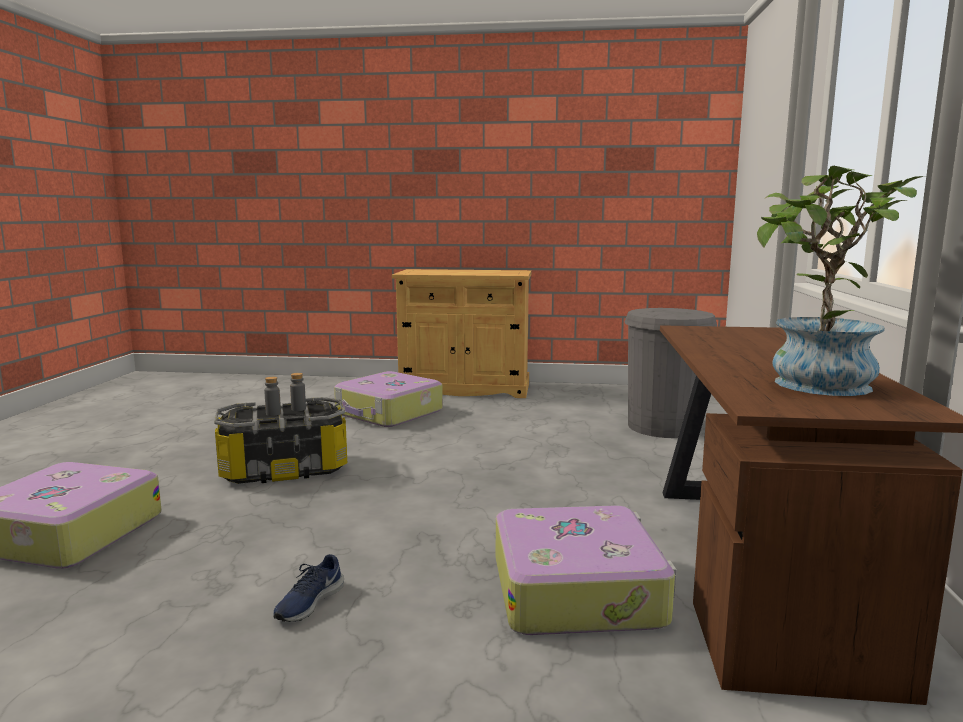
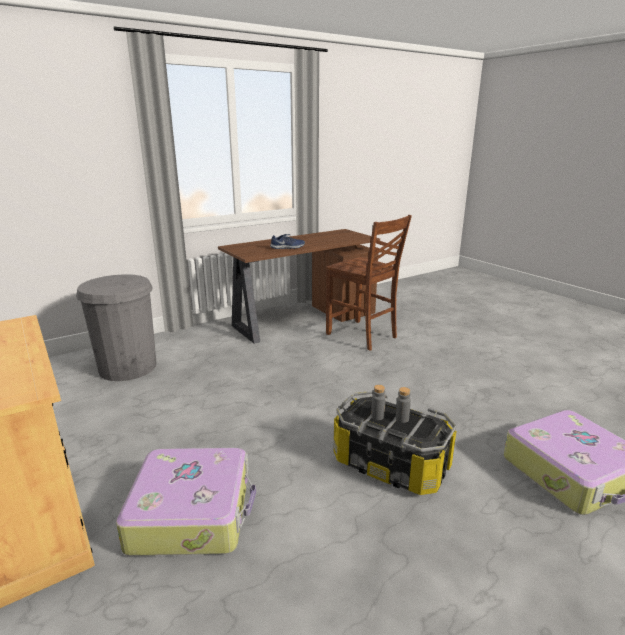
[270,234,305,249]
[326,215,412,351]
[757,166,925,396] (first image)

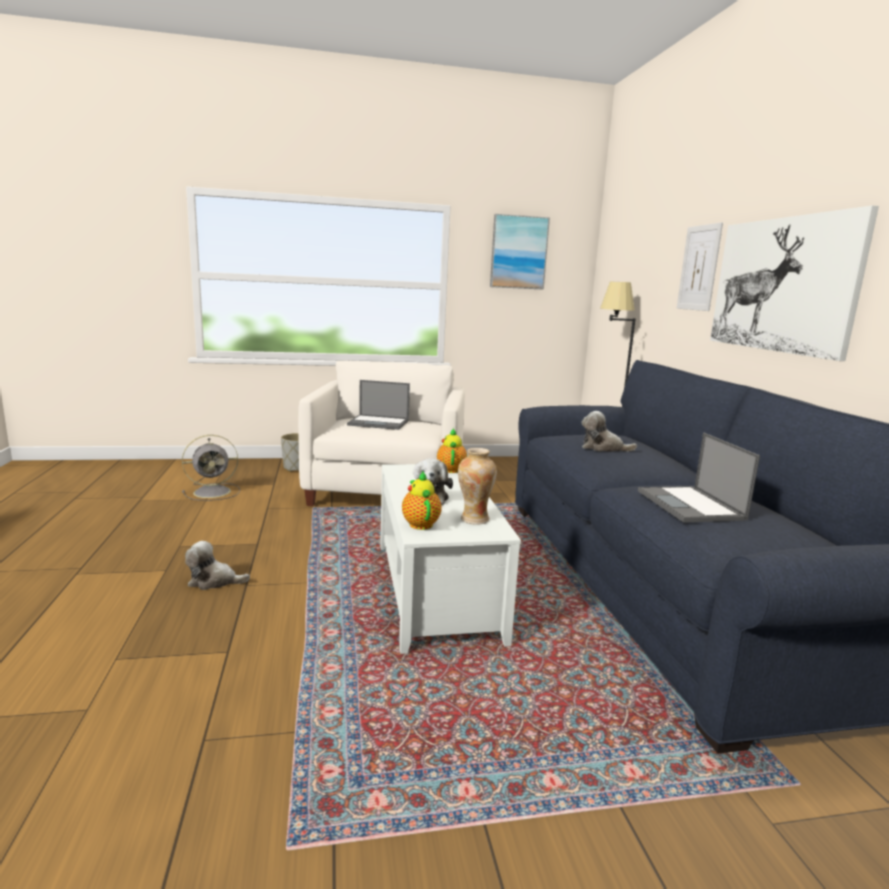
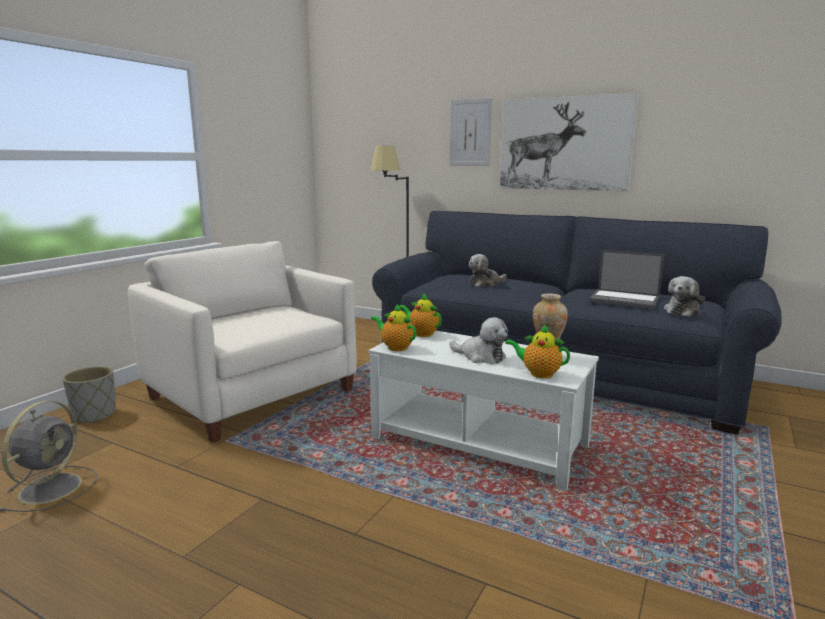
[371,304,416,351]
[664,276,705,317]
[347,380,410,430] (first image)
[490,214,550,290] (first image)

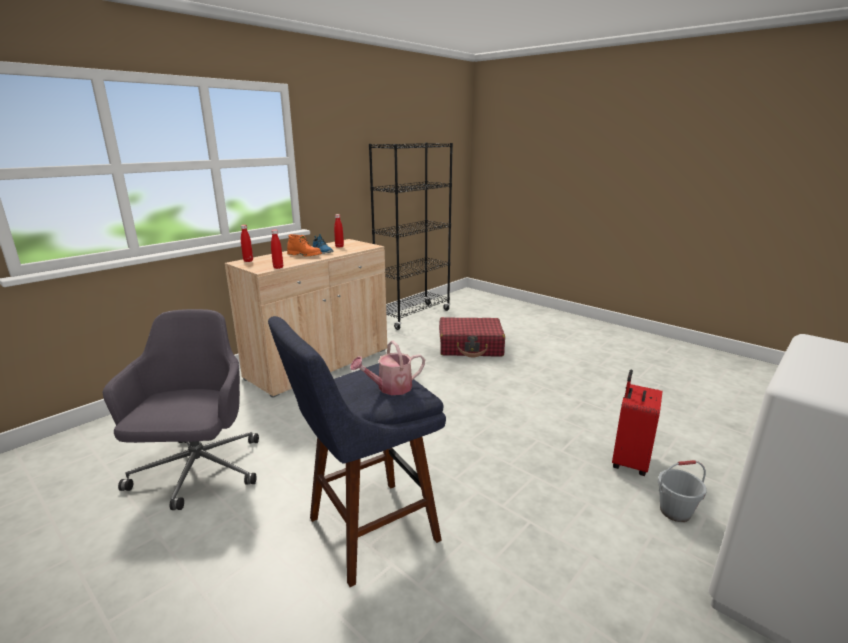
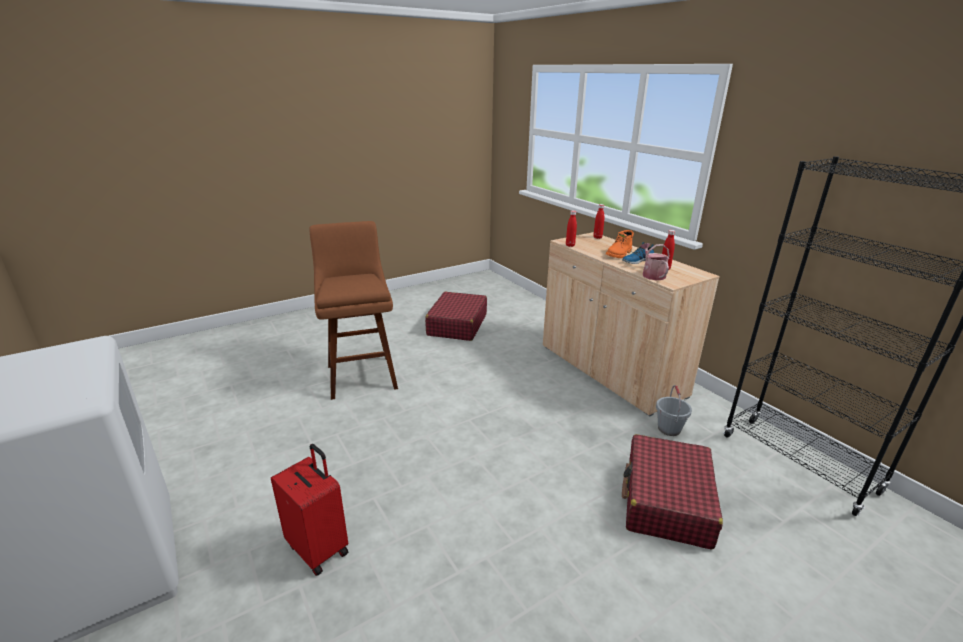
[309,221,398,400]
[425,292,487,341]
[641,243,670,280]
[656,385,692,436]

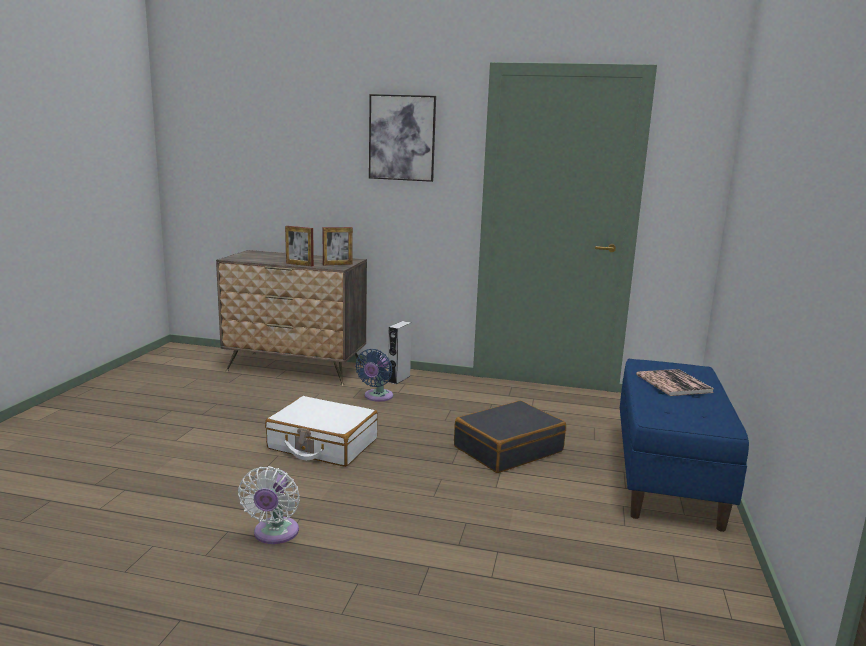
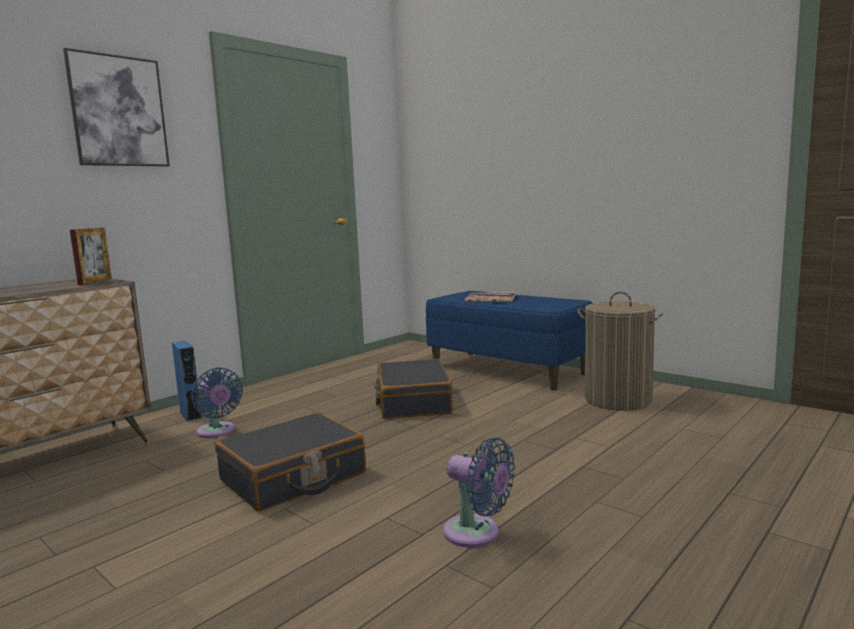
[172,341,201,421]
[215,413,366,511]
[443,437,515,547]
[578,291,663,411]
[285,226,314,267] (first image)

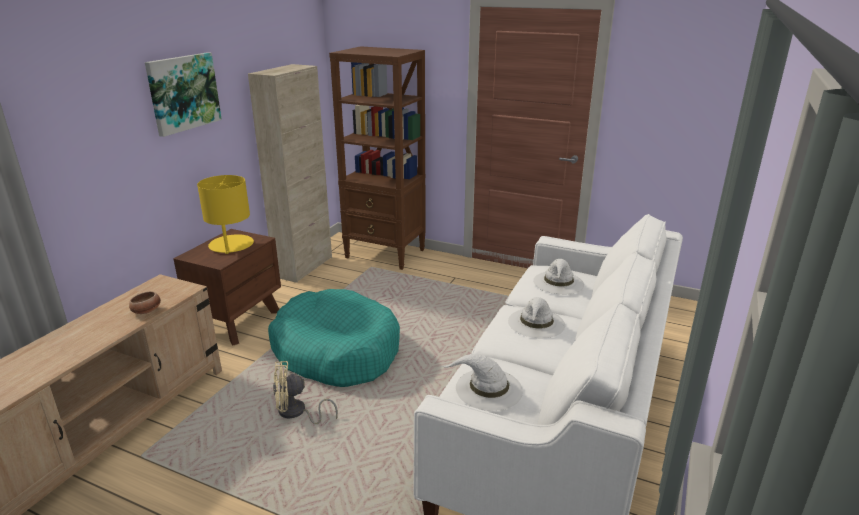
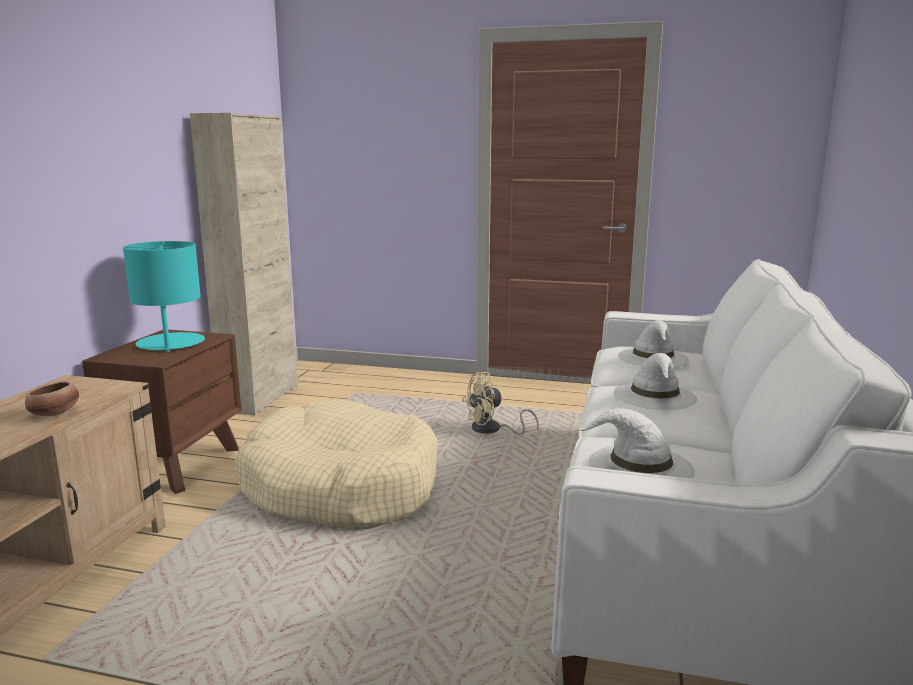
[123,241,205,352]
[235,400,438,530]
[462,372,539,435]
[145,52,222,137] (first image)
[329,46,426,270] (first image)

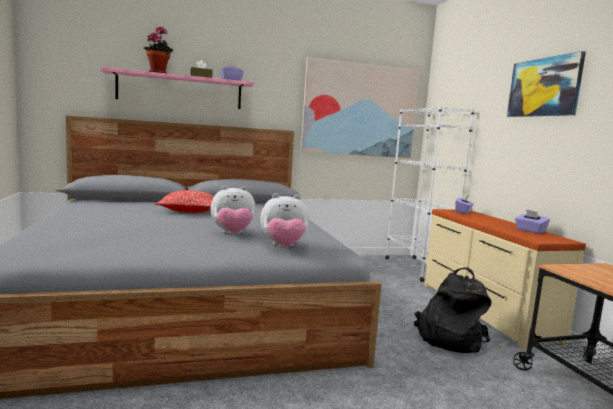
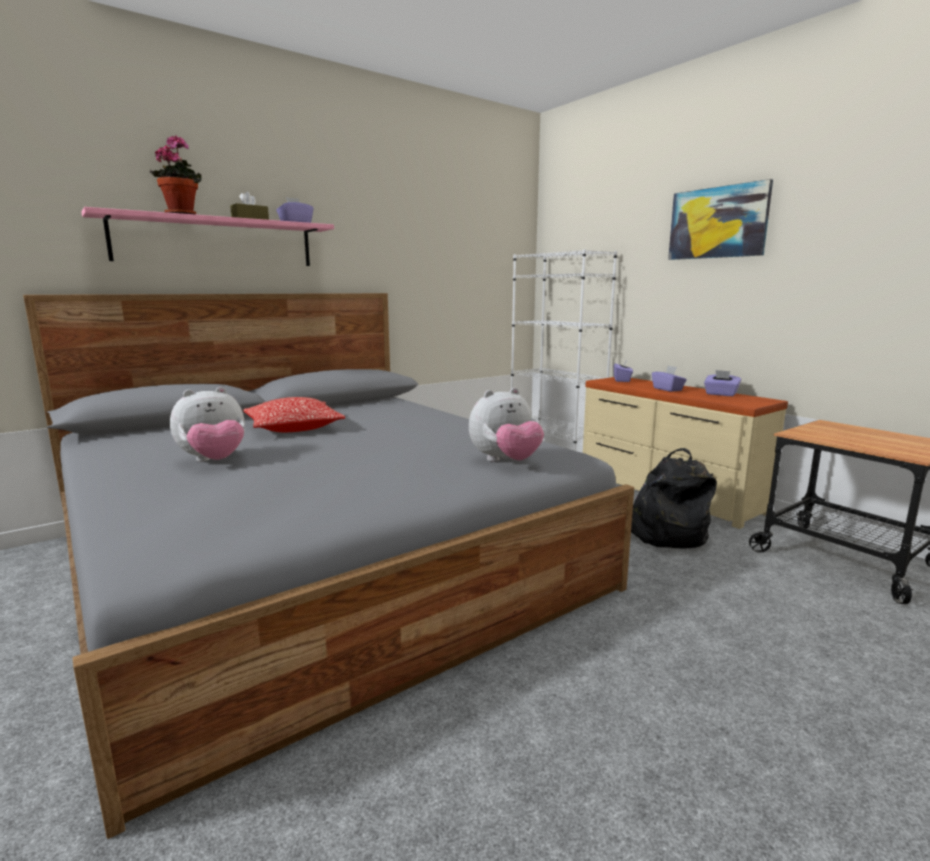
[170,387,245,462]
[652,366,687,392]
[301,57,419,158] (first image)

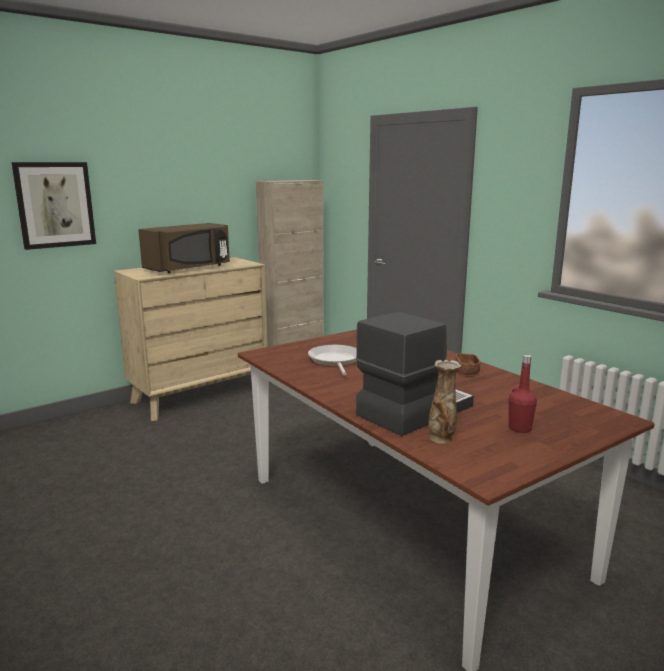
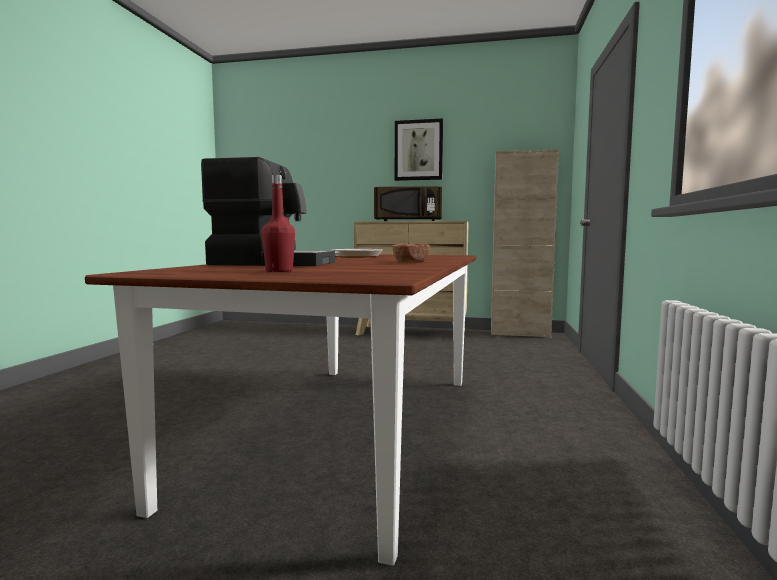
[395,118,443,181]
[429,360,461,444] (first image)

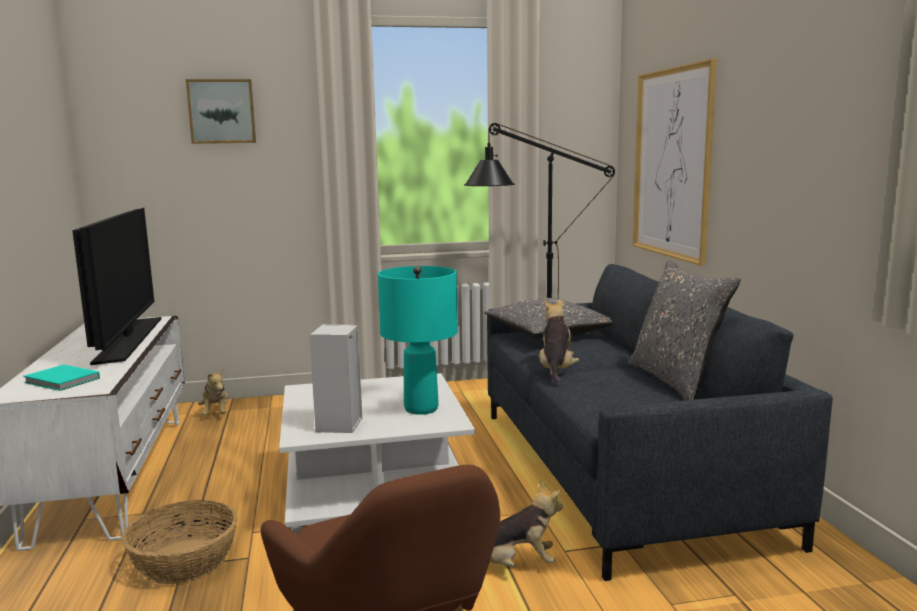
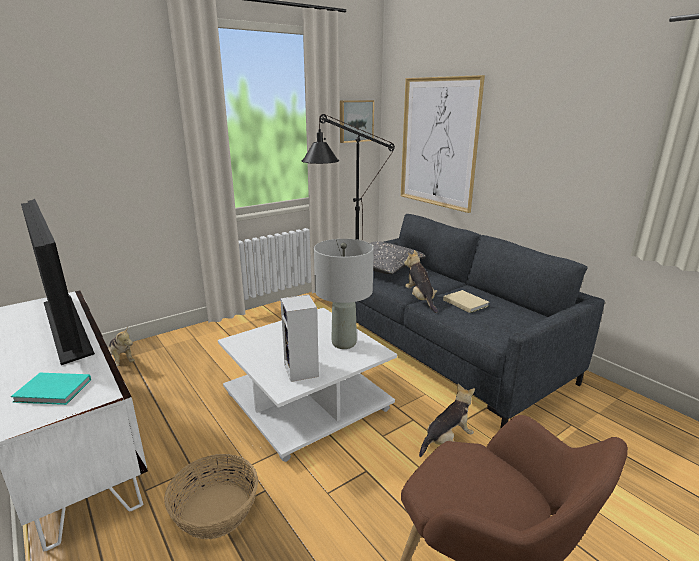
[314,239,374,349]
[340,100,374,143]
[443,290,489,313]
[628,260,741,400] (first image)

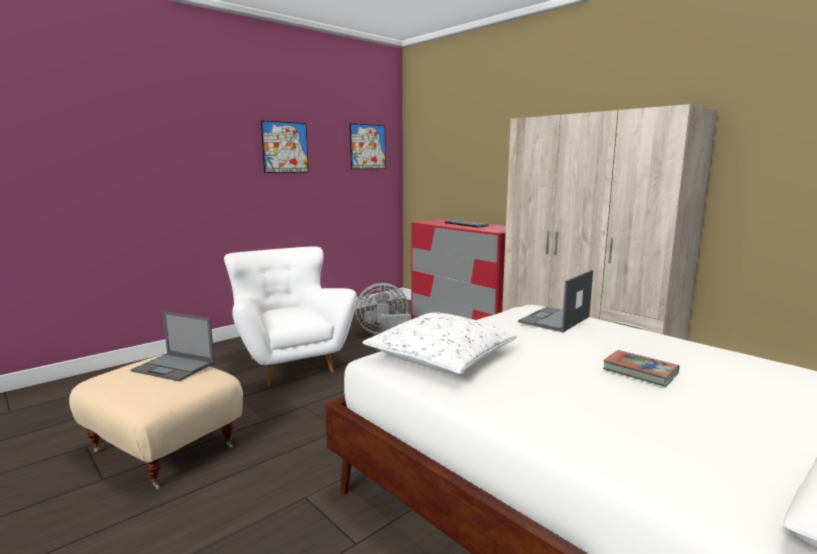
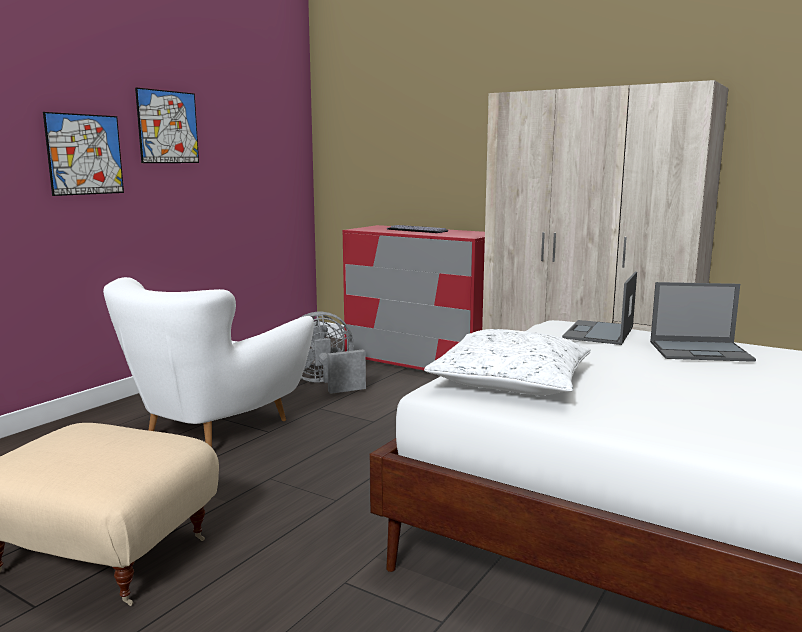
[43,112,124,196]
[103,277,314,447]
[650,282,756,362]
[603,350,679,387] (first image)

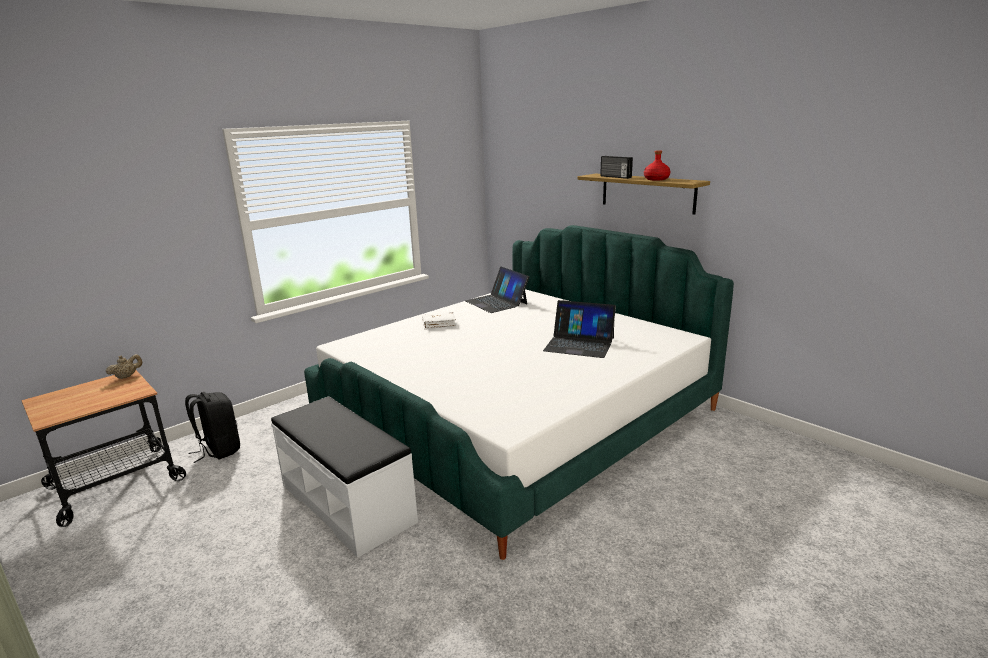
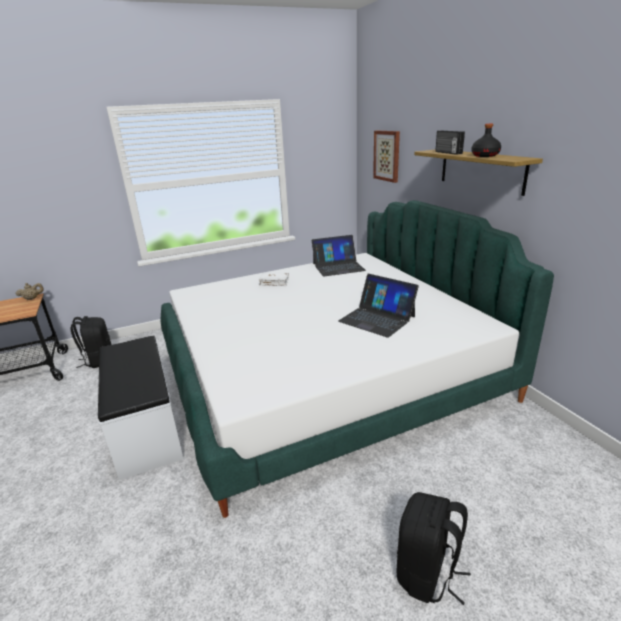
[312,235,366,277]
[373,131,400,183]
[396,492,471,605]
[471,124,501,157]

